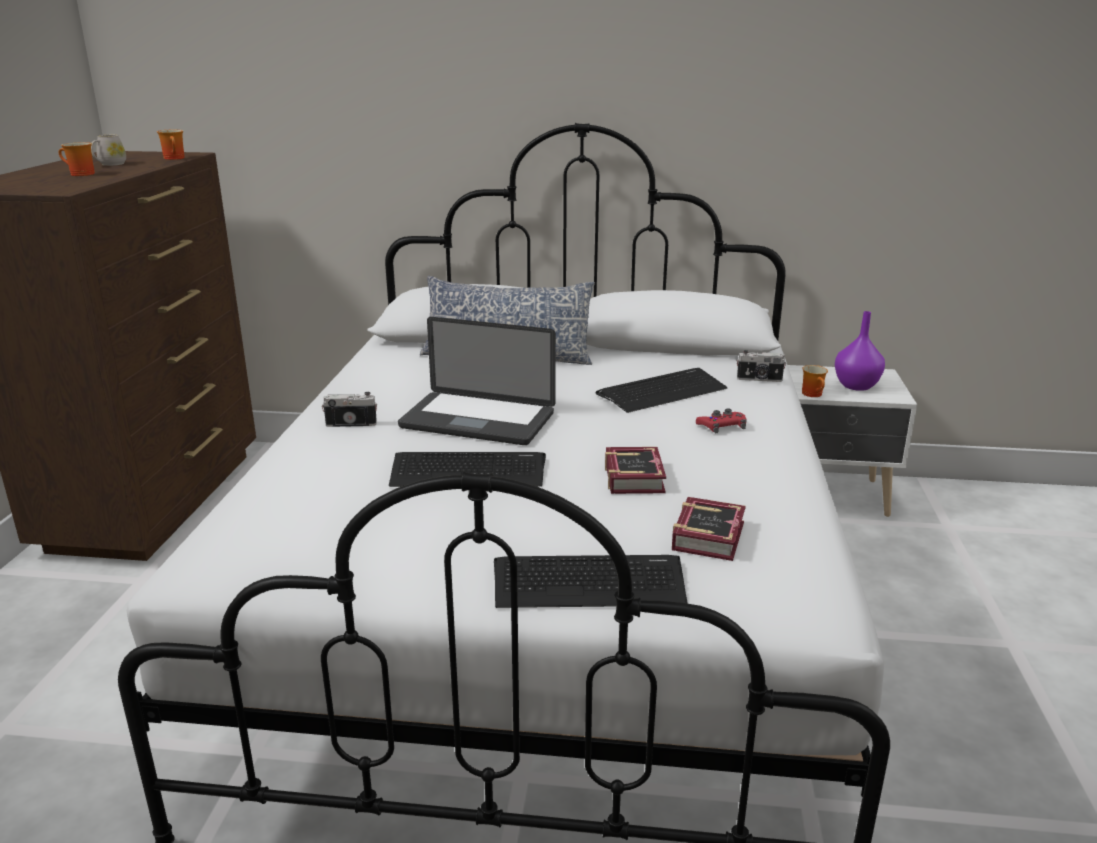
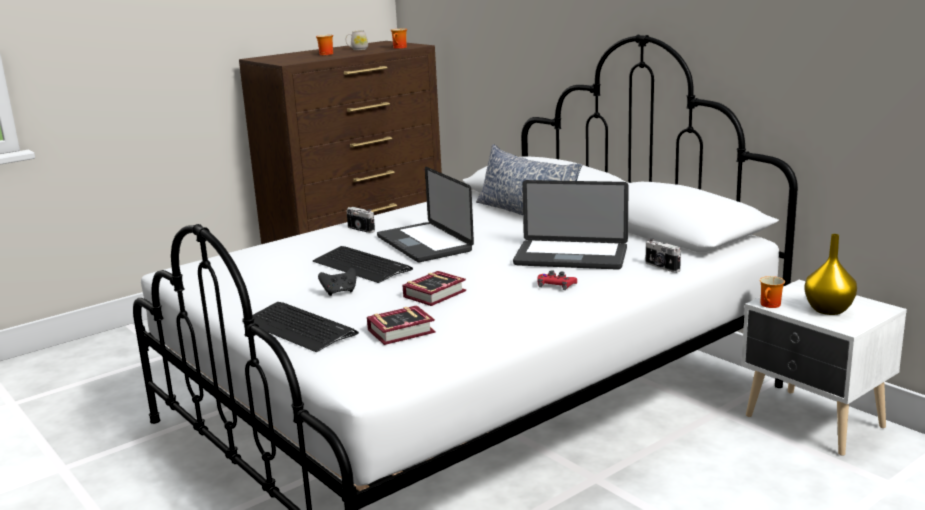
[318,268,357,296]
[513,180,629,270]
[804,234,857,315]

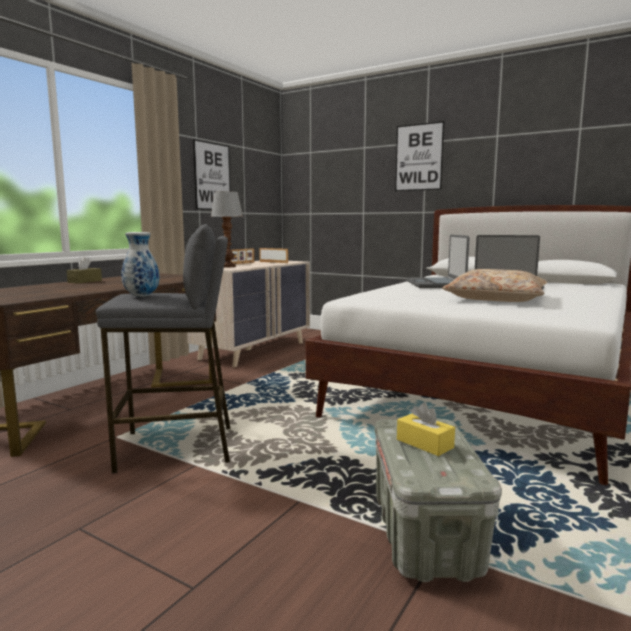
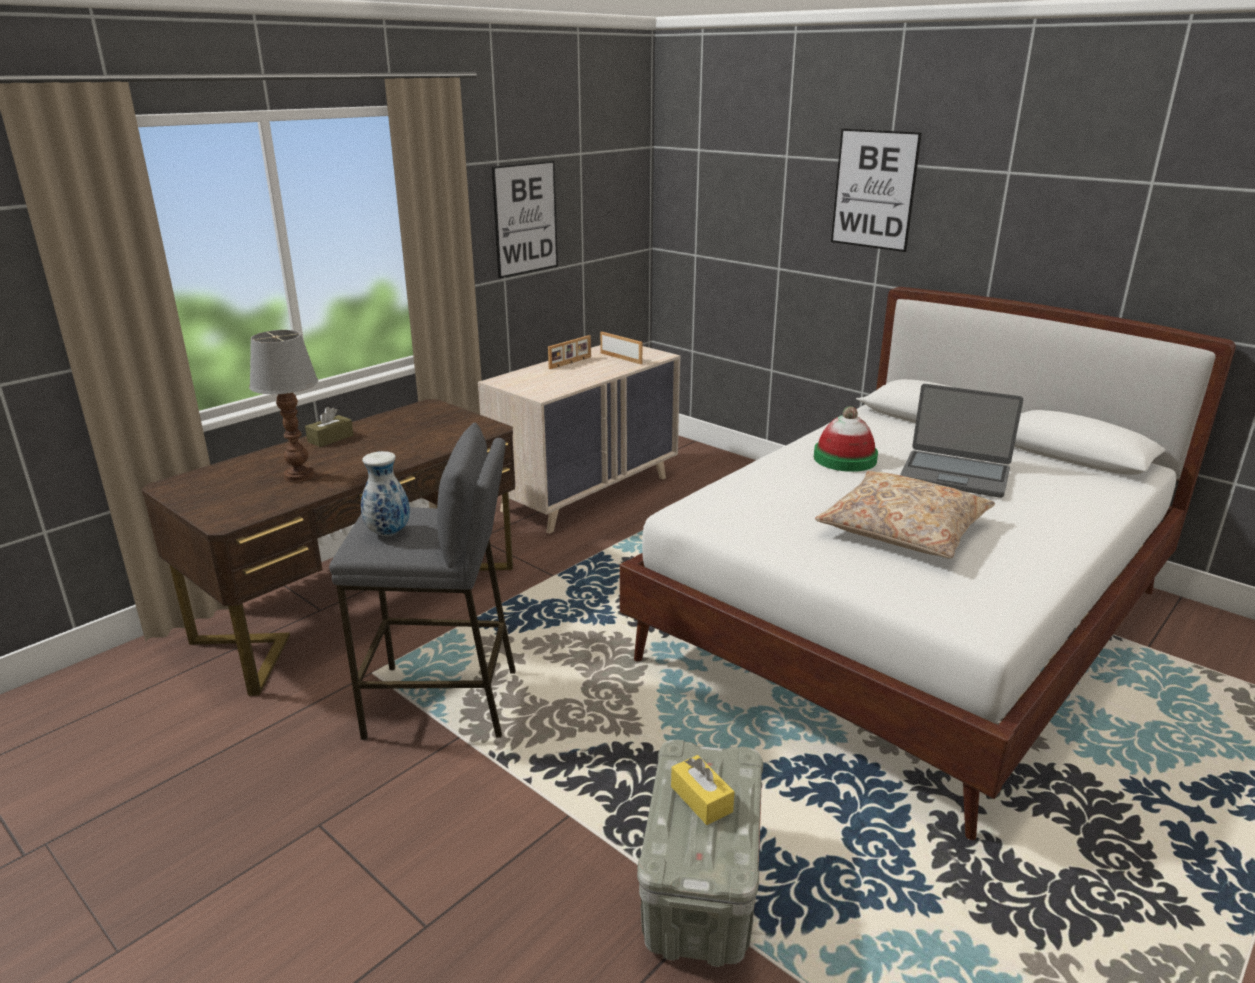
[249,330,318,482]
[814,406,878,472]

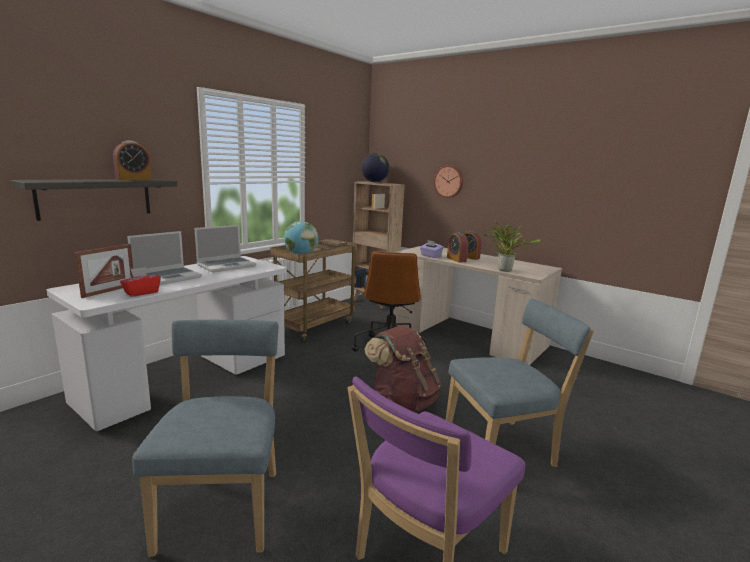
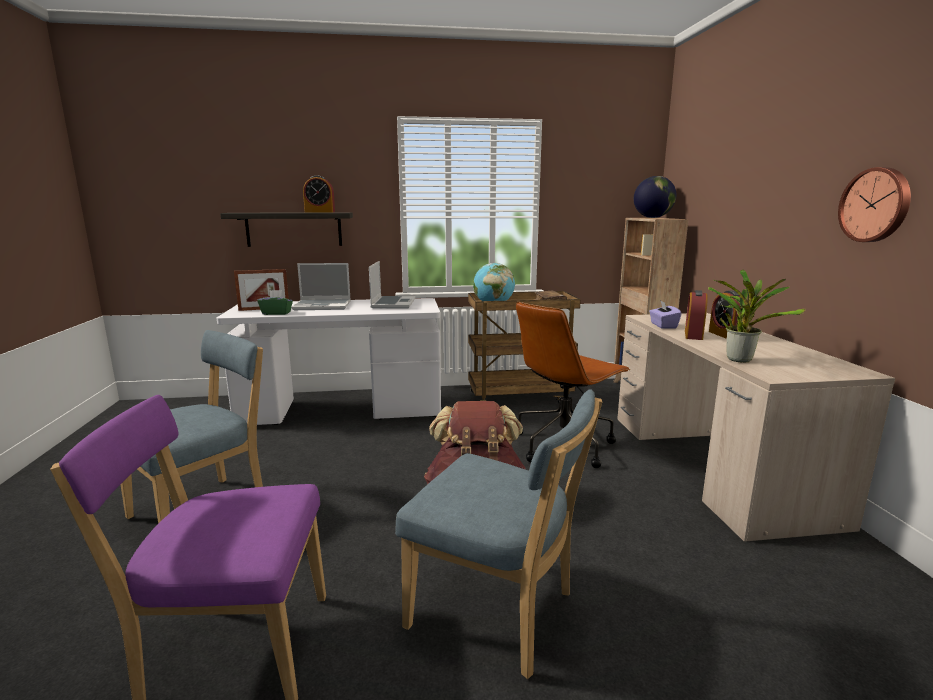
[257,290,293,315]
[369,261,415,309]
[838,167,911,242]

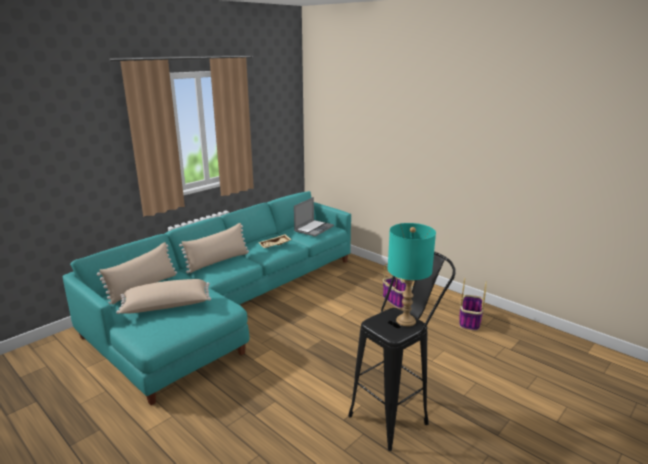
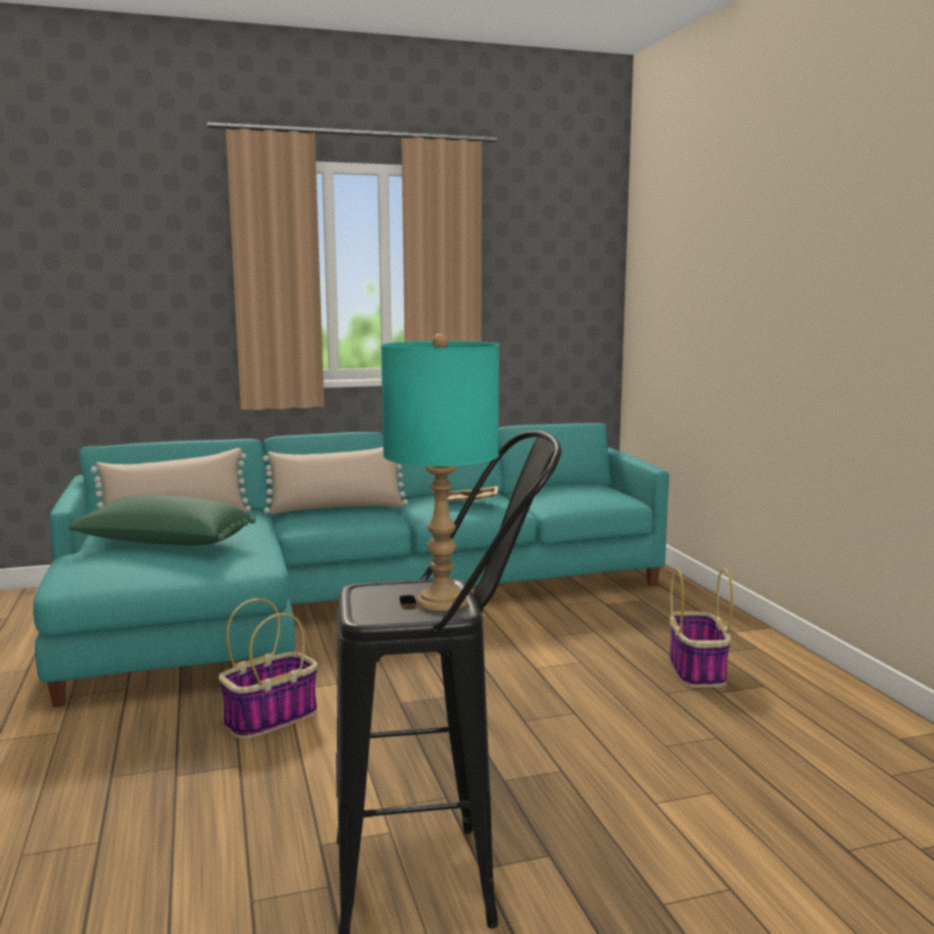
[68,495,256,545]
[219,598,318,739]
[294,197,334,237] (first image)

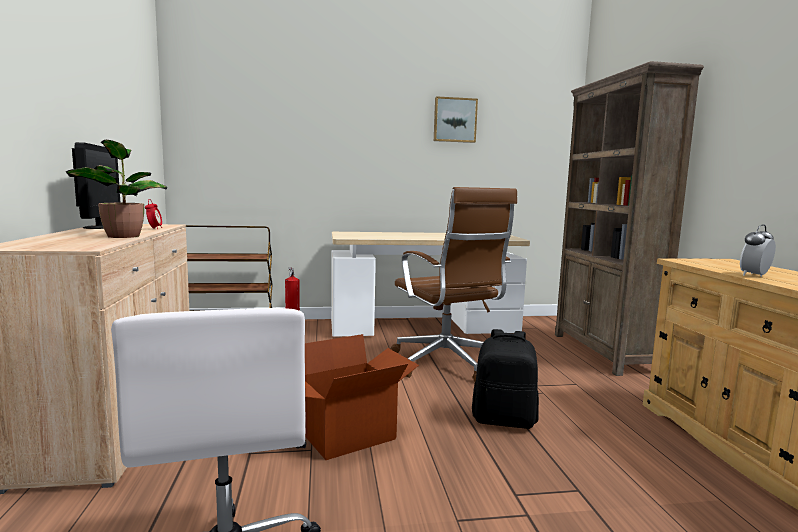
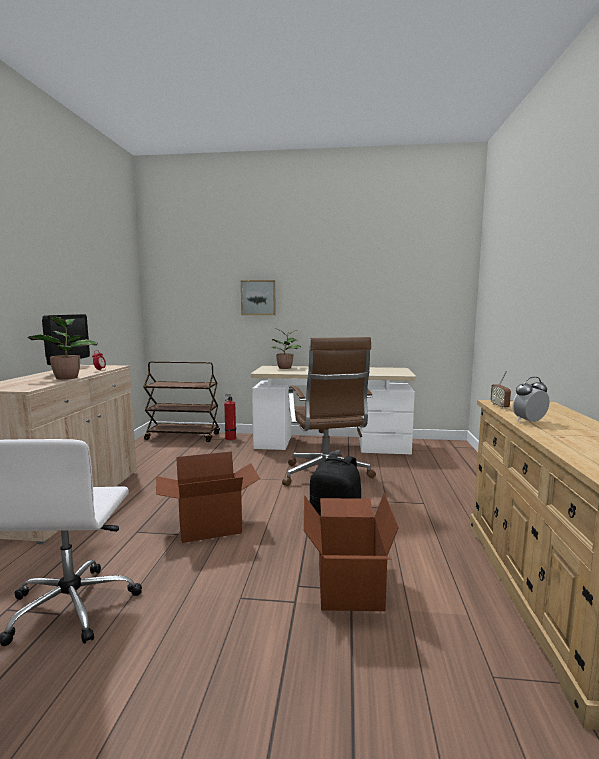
[241,280,276,315]
[271,328,301,369]
[303,493,399,611]
[491,371,511,409]
[555,61,704,376] (first image)

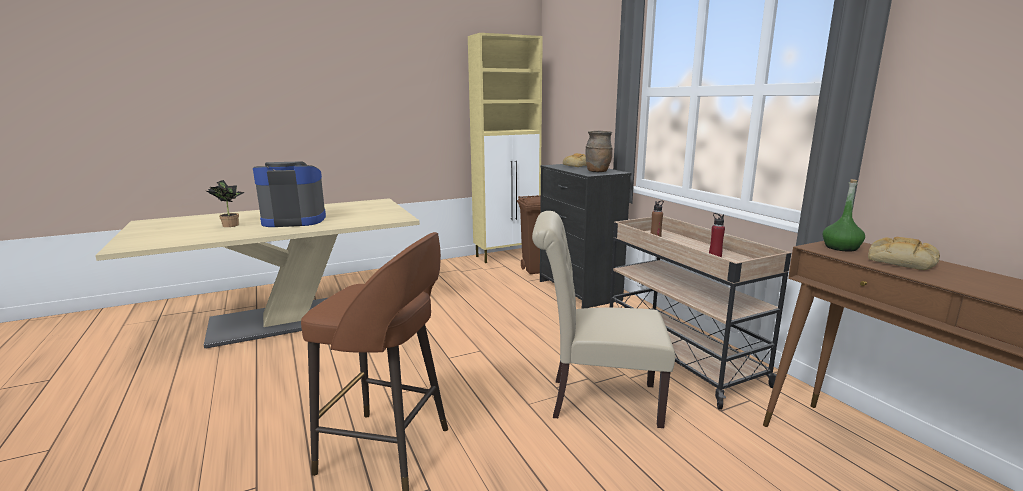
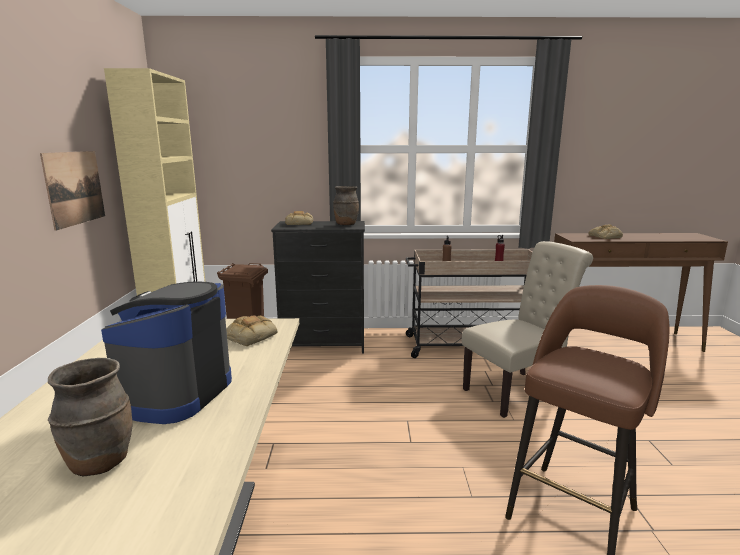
[40,151,105,231]
[48,358,133,477]
[226,315,277,346]
[462,241,593,418]
[823,179,865,252] (first image)

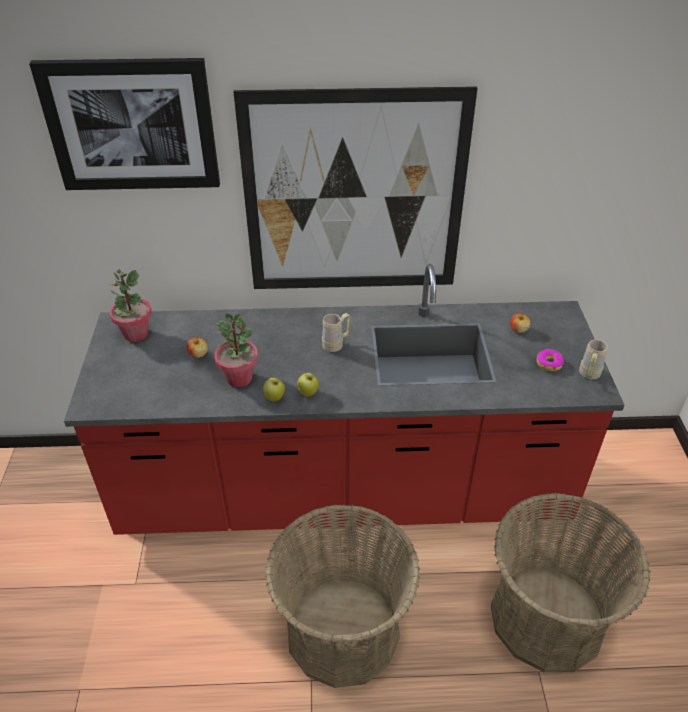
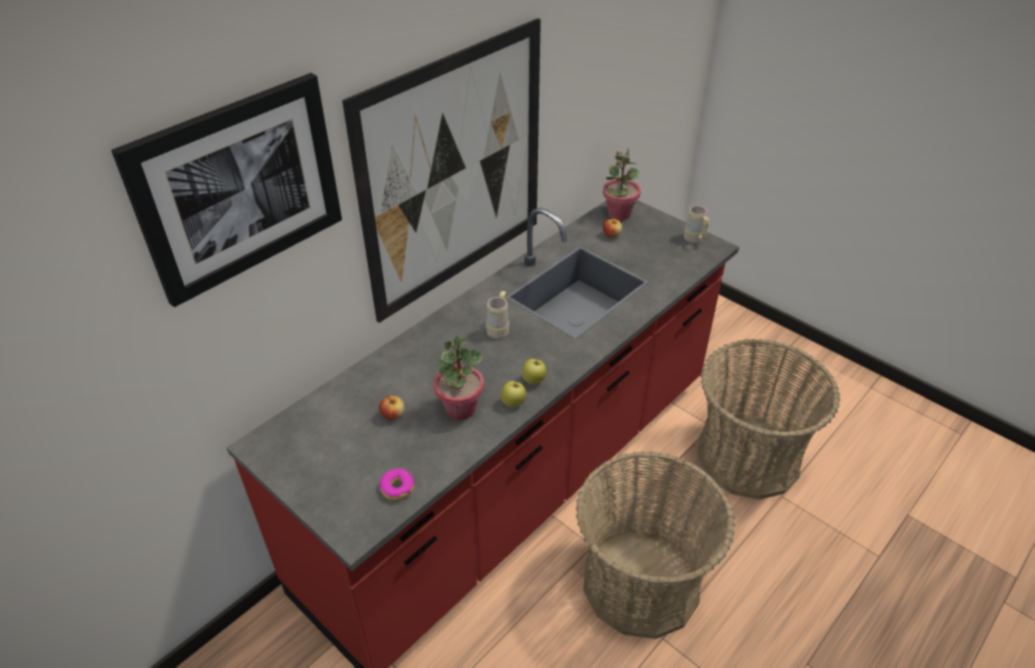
[379,468,415,500]
[603,147,641,220]

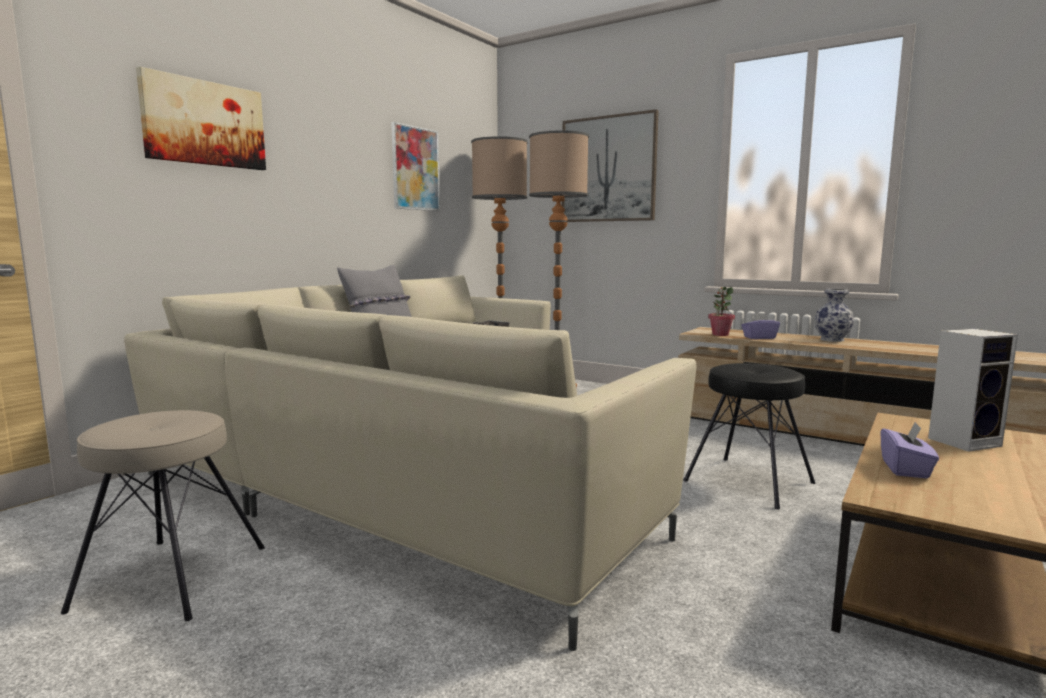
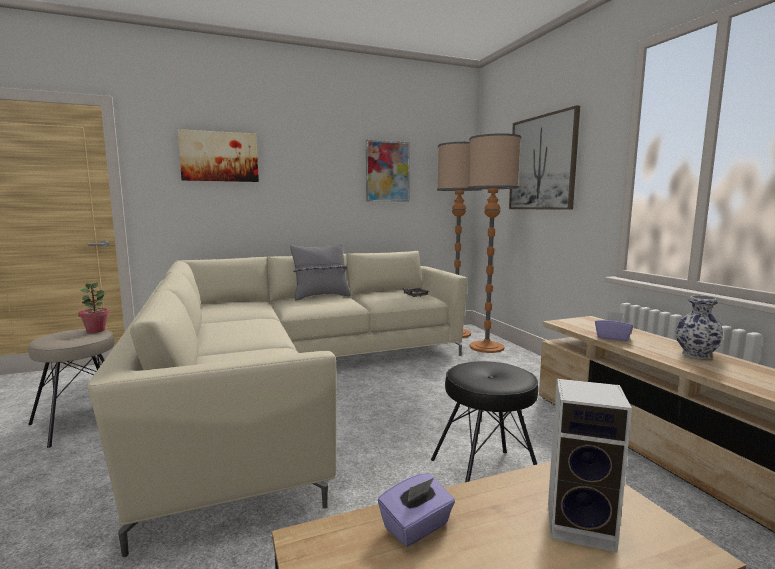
[78,282,109,333]

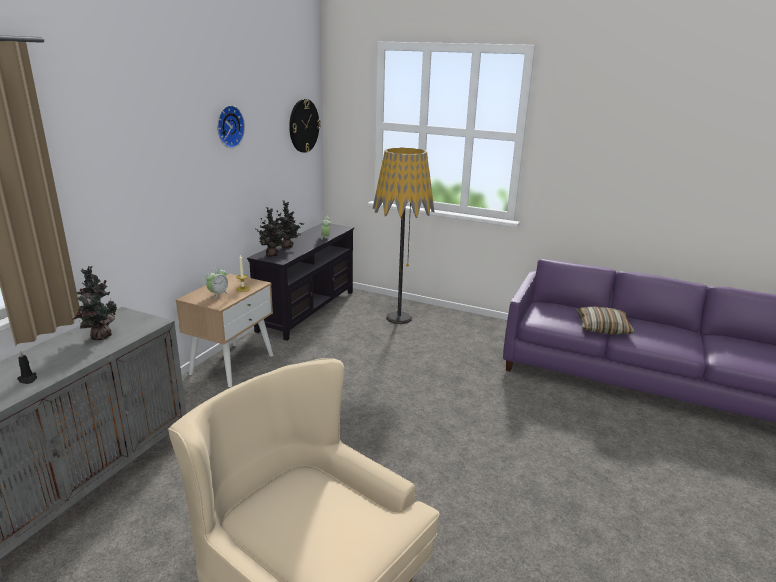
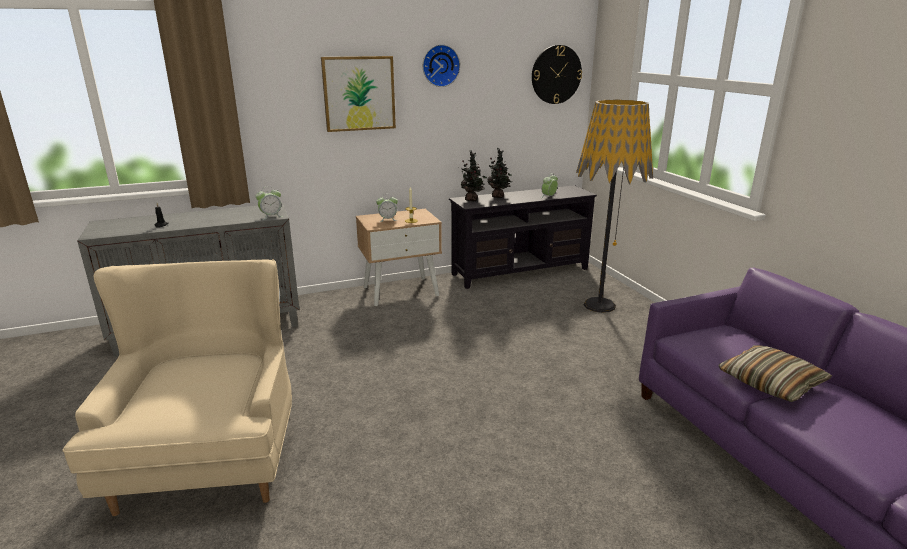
[255,186,283,220]
[321,56,396,132]
[73,265,117,340] (first image)

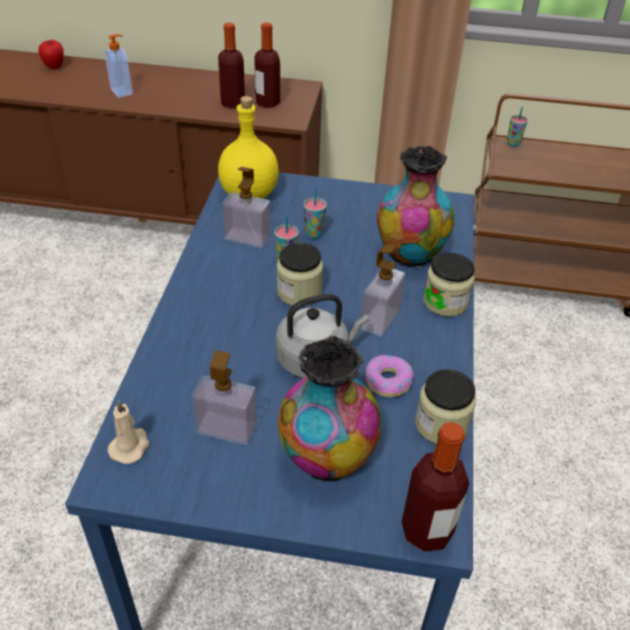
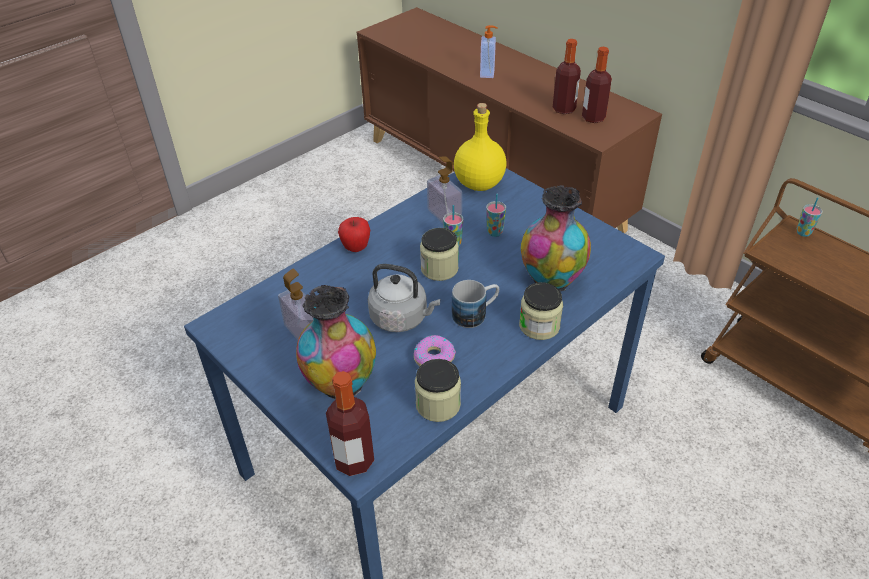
[338,217,370,252]
[452,280,499,328]
[108,400,150,464] (first image)

